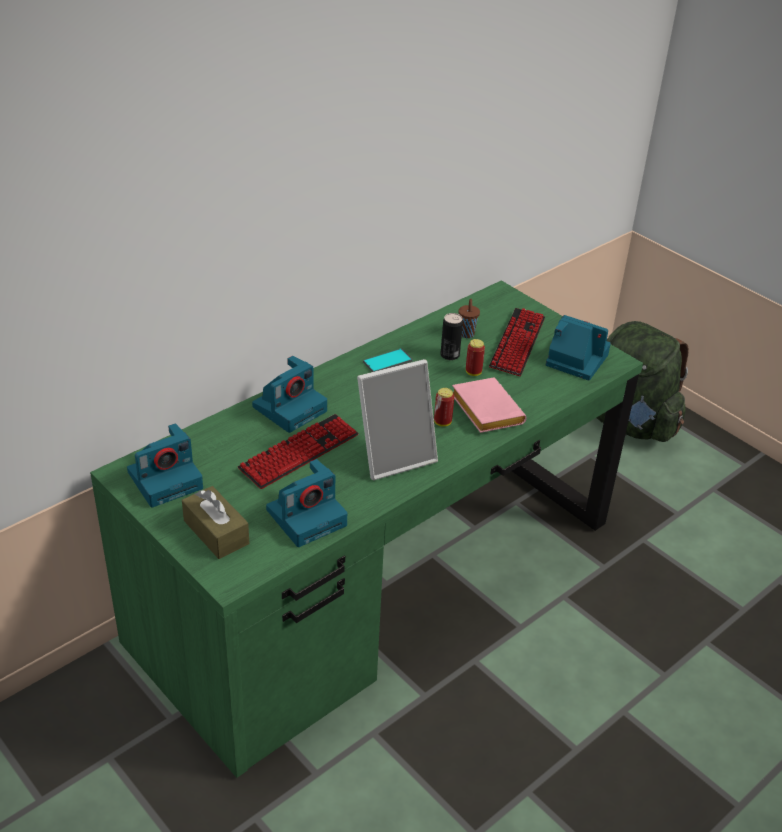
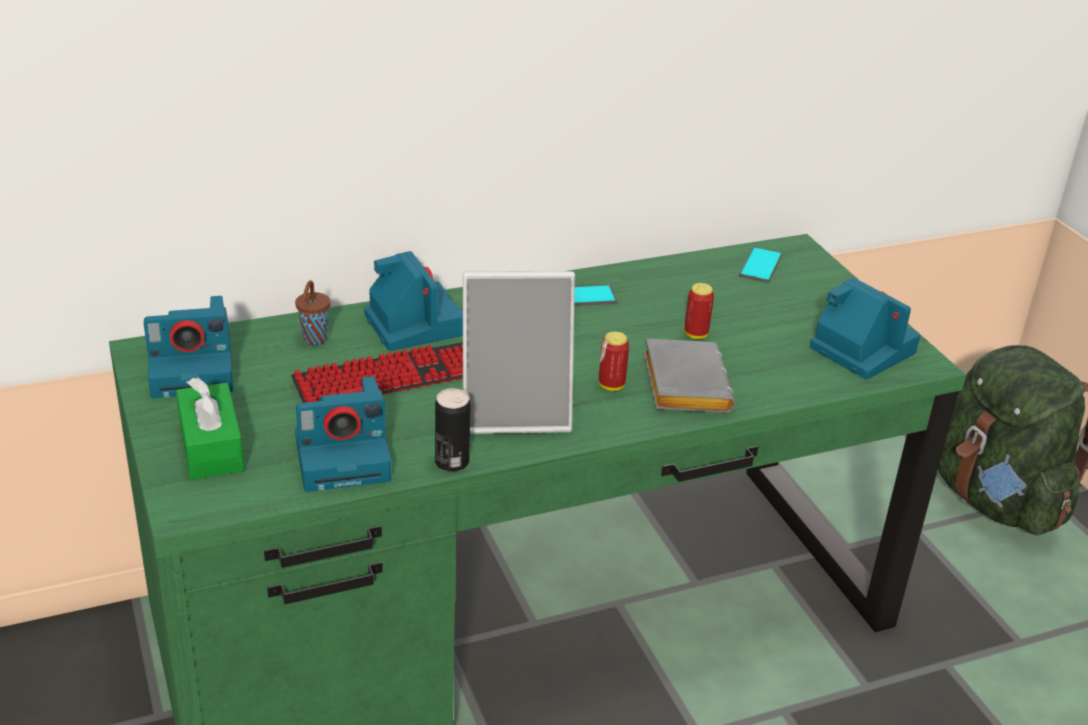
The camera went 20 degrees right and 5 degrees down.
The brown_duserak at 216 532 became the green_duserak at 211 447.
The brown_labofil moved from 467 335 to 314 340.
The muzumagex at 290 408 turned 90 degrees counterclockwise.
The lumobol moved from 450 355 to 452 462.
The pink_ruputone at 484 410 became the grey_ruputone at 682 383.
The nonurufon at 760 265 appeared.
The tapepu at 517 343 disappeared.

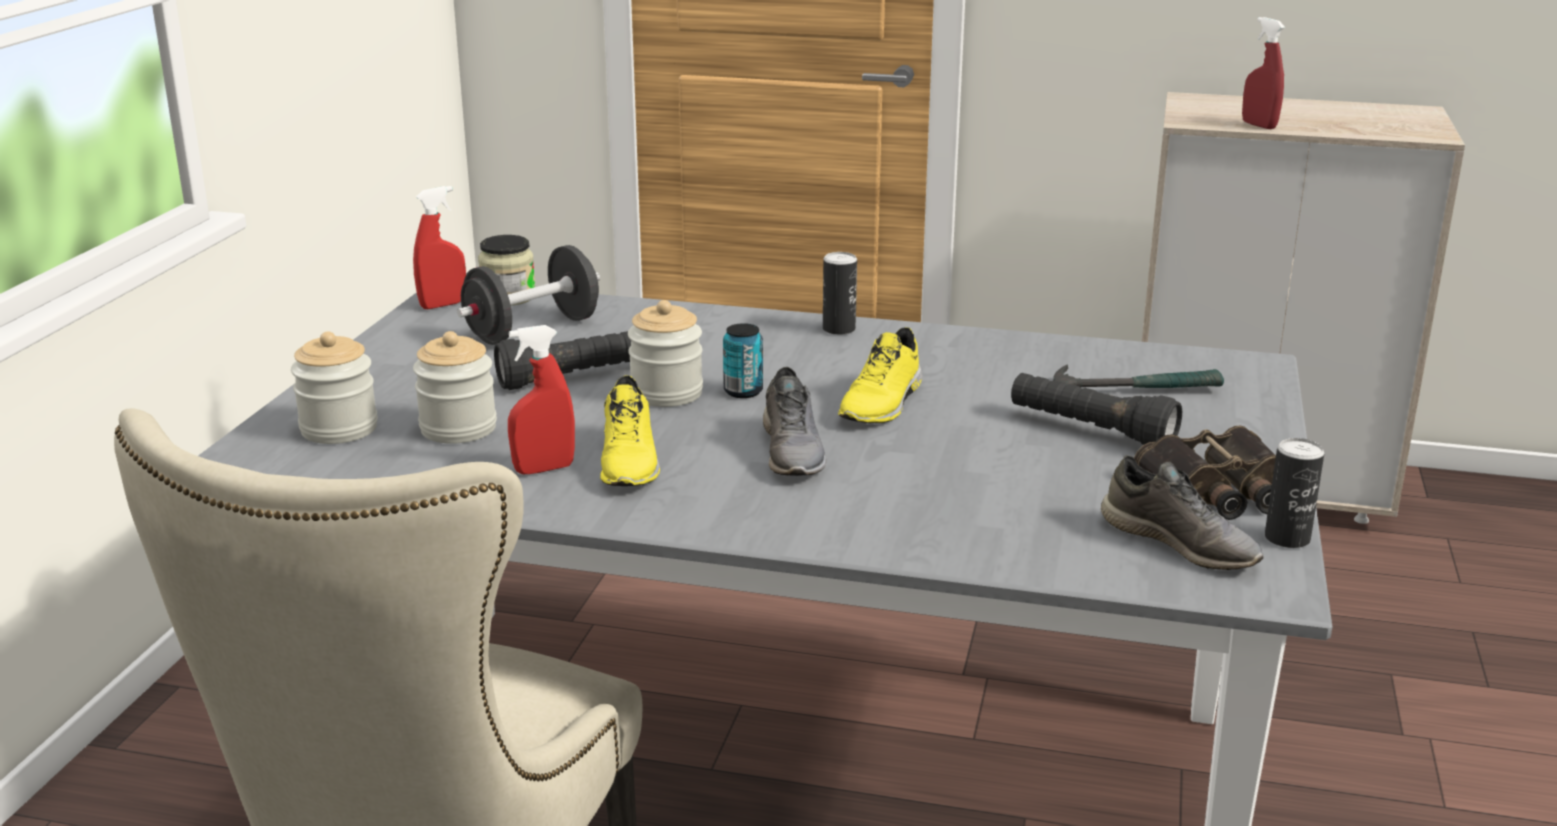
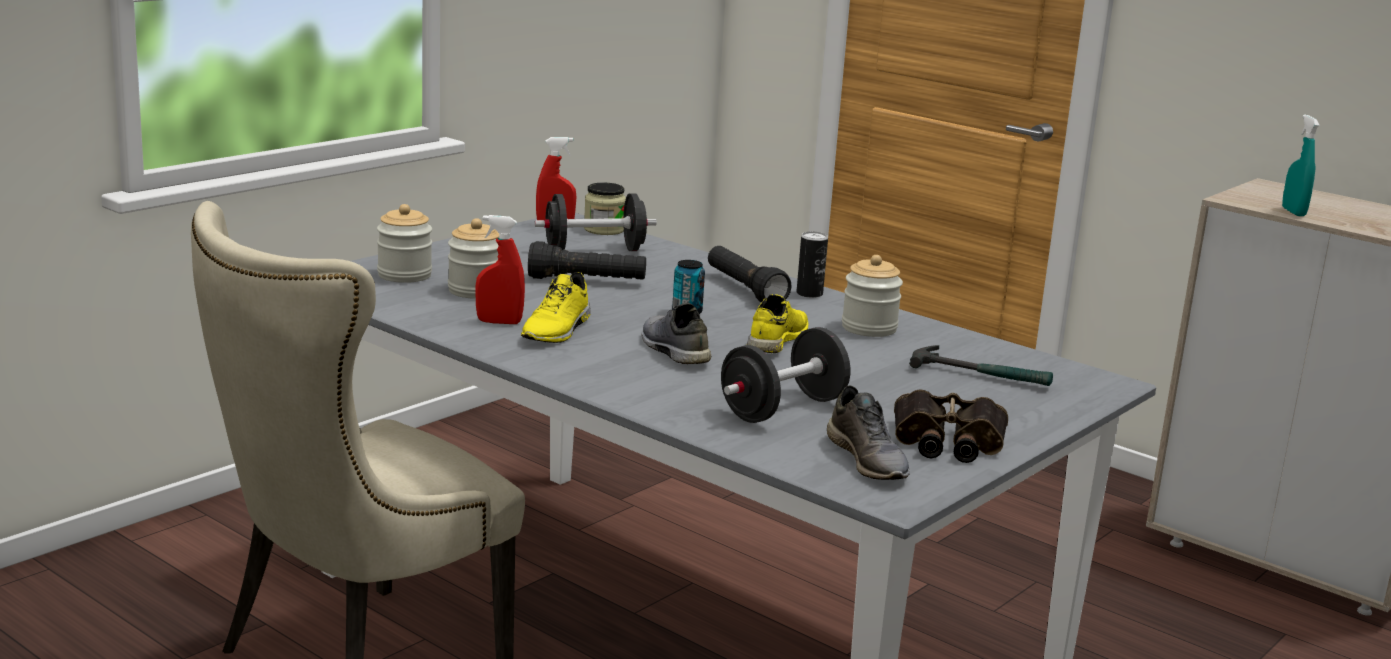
The camera went 25 degrees right and 5 degrees down.
The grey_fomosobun at 794 451 turned 135 degrees clockwise.
The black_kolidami moved from 1091 431 to 744 289.
The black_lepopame at 782 409 appeared.
The yellow_fomosobun at 883 404 turned 150 degrees clockwise.
The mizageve moved from 666 393 to 869 328.
The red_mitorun at 1259 125 became the turquoise_mitorun at 1293 212.
The lumobol at 1287 538 disappeared.

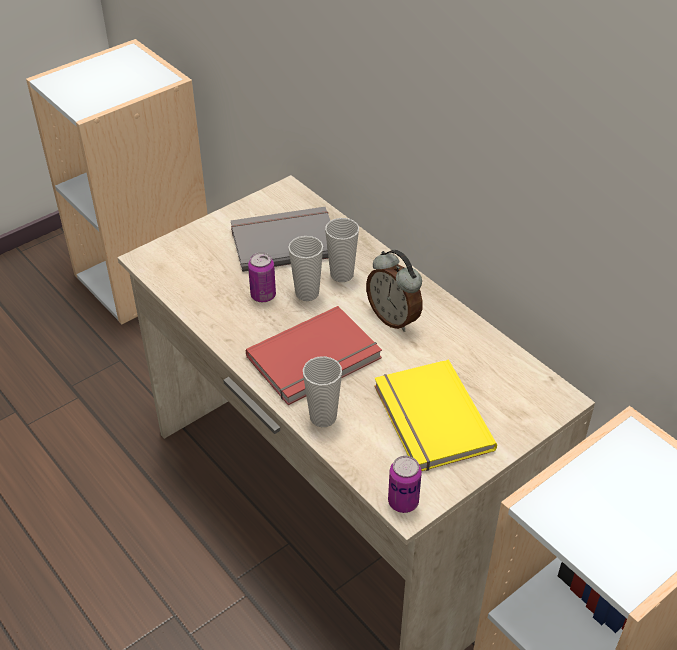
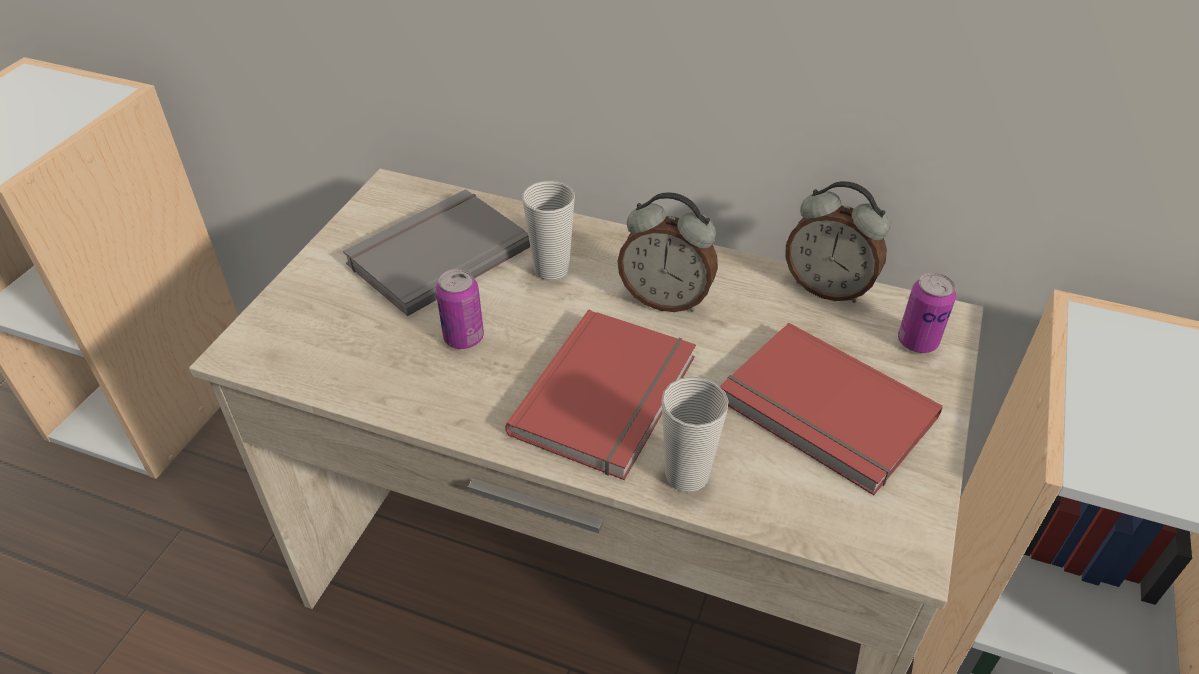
The camera went 30 degrees left and 0 degrees up.
The yellow_ruputone at 429 419 became the red_ruputone at 824 413.
The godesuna at 828 288 appeared.
The lumobol moved from 403 502 to 917 342.
The labofil at 307 293 disappeared.

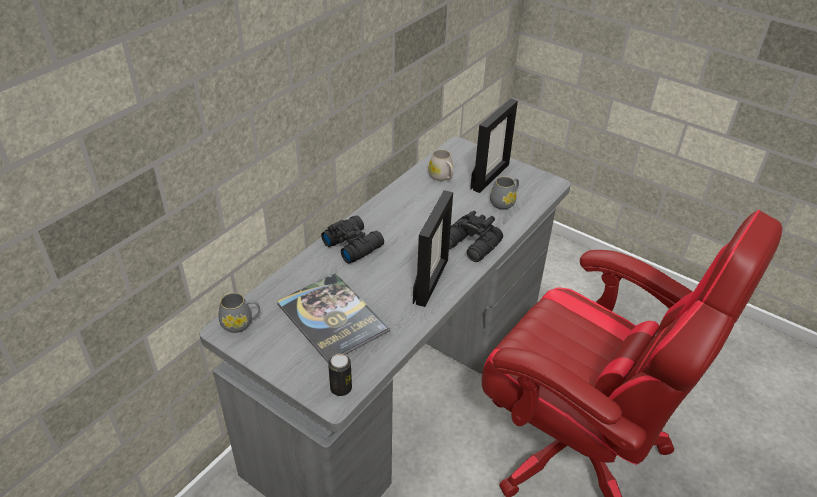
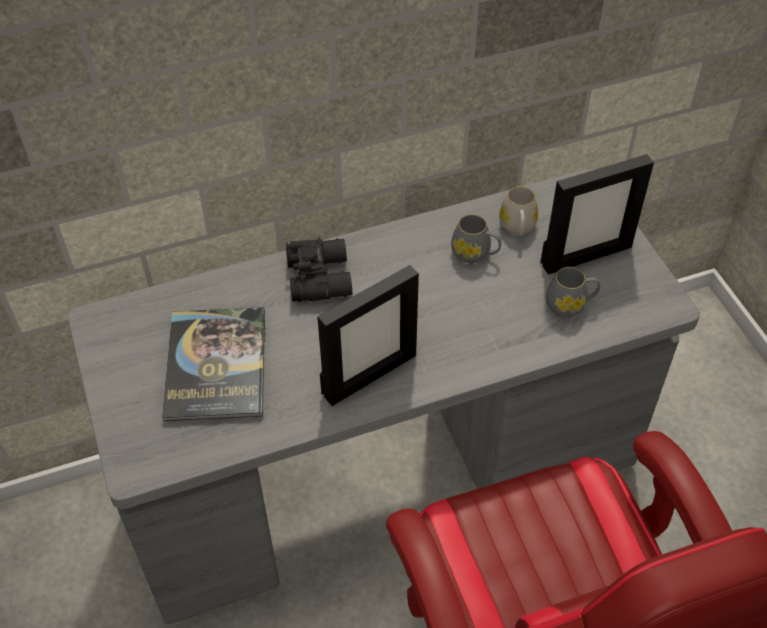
The camera went 35 degrees right and 10 degrees up.
The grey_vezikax moved from 241 323 to 475 254.
The lumobol at 341 388 disappeared.
The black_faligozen at 471 245 disappeared.

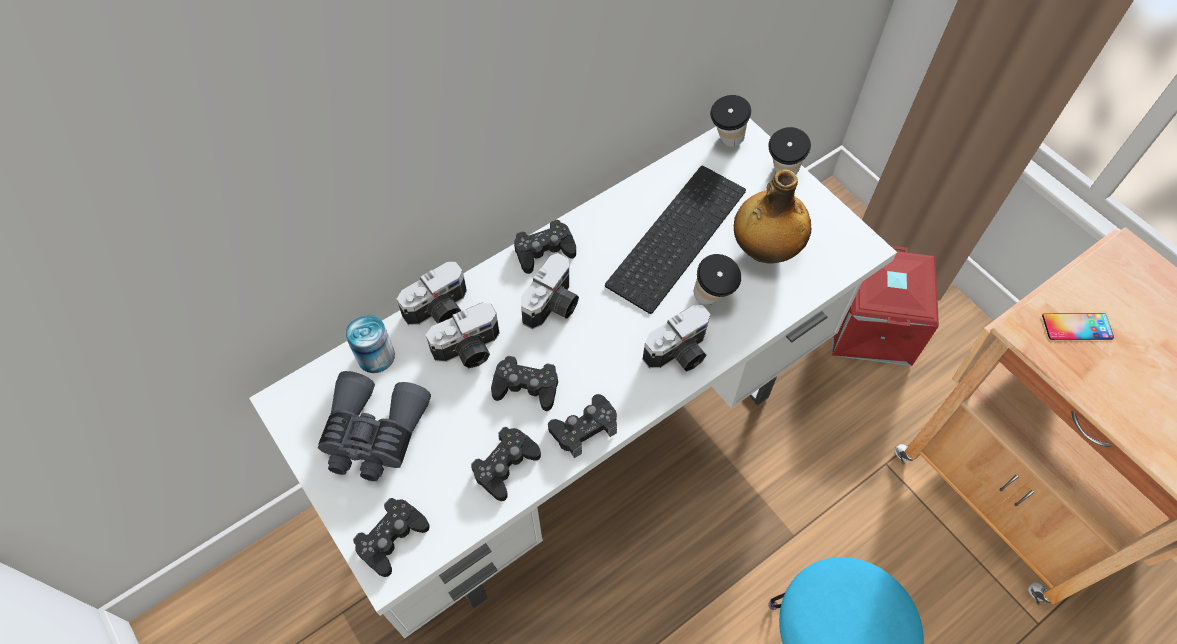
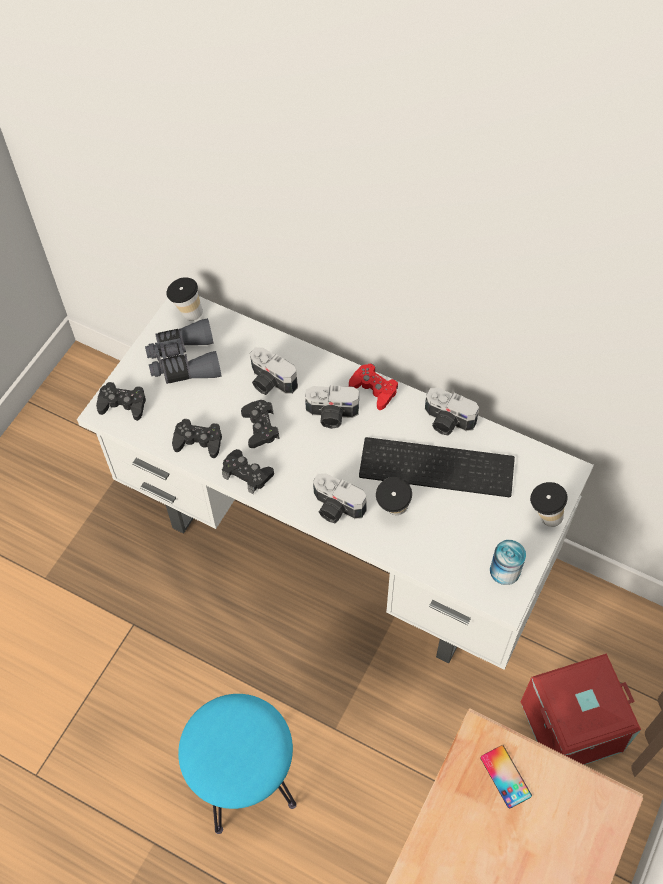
The camera went 65 degrees right and 0 degrees up.
The labofil moved from 725 142 to 187 312.
The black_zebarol at 544 251 became the red_zebarol at 374 389.
The muzumagex moved from 440 311 to 447 422.
The lumobol moved from 376 356 to 505 570.
The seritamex at 764 250 disappeared.

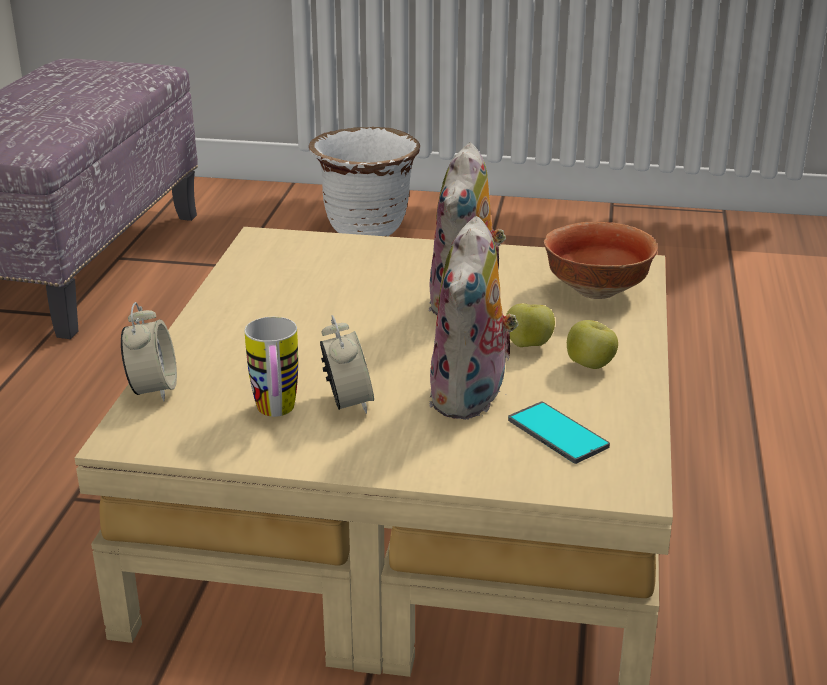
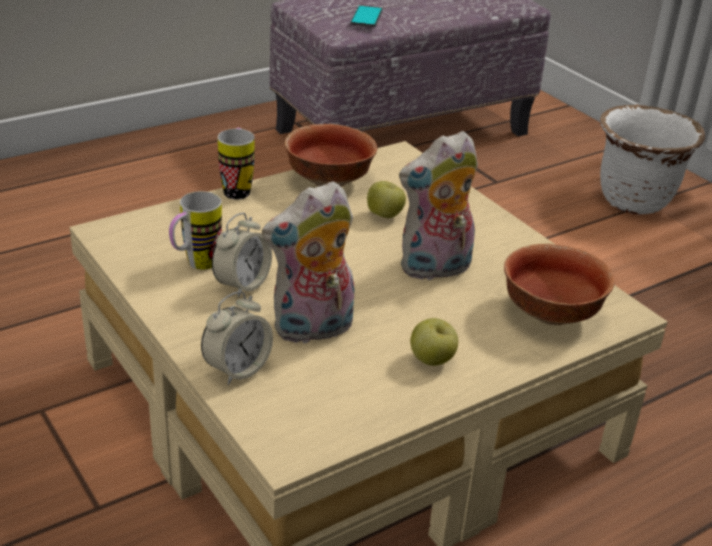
The camera went 45 degrees right and 5 degrees up.
The godesuna moved from 153 389 to 237 369.
The vezikax at 237 188 appeared.
The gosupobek at 329 180 appeared.
The nonurufon moved from 557 434 to 366 17.
The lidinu moved from 528 345 to 384 215.

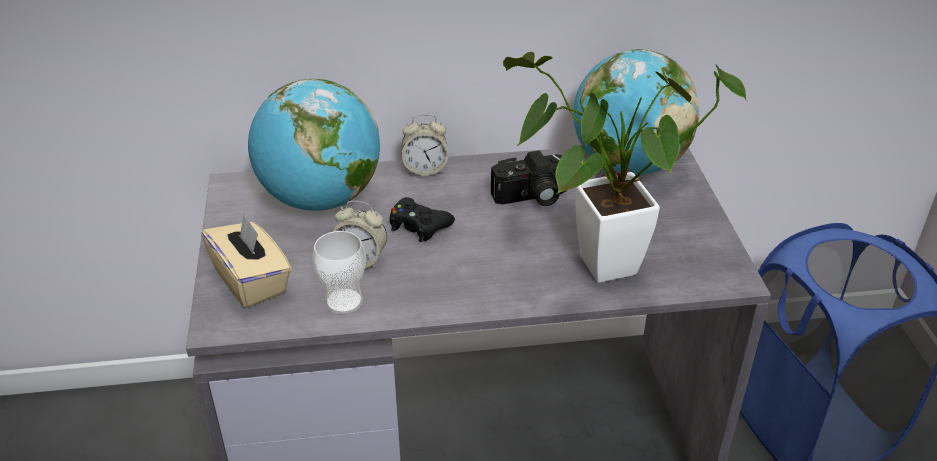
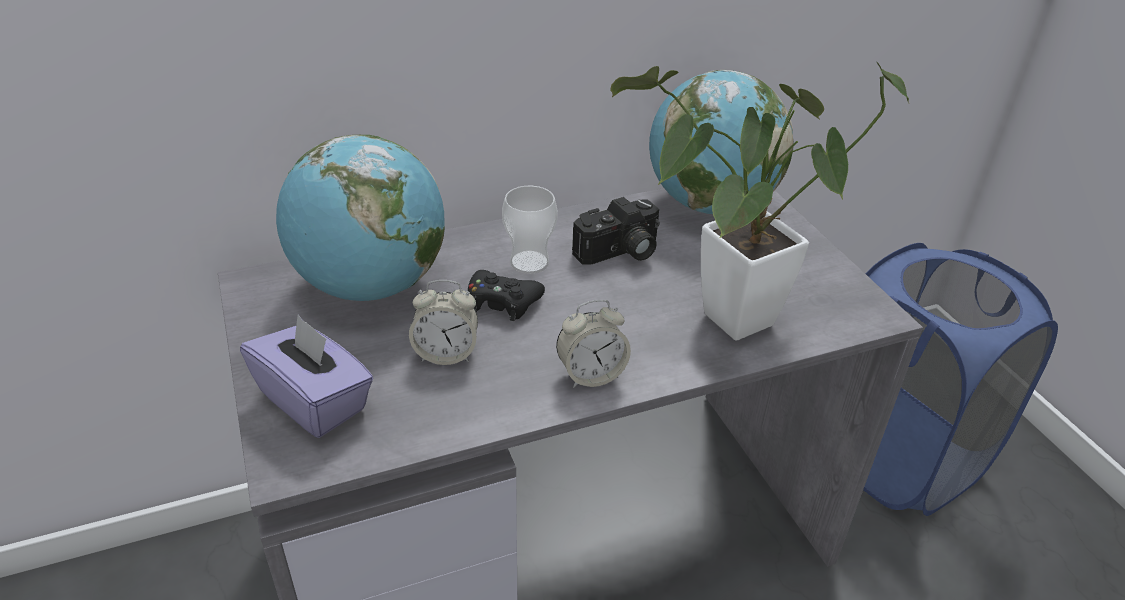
The camera went 15 degrees left and 0 degrees up.
The beige_duserak at 252 281 became the purple_duserak at 315 401.
The labofil moved from 344 301 to 529 262.
The godesuna moved from 425 169 to 591 375.

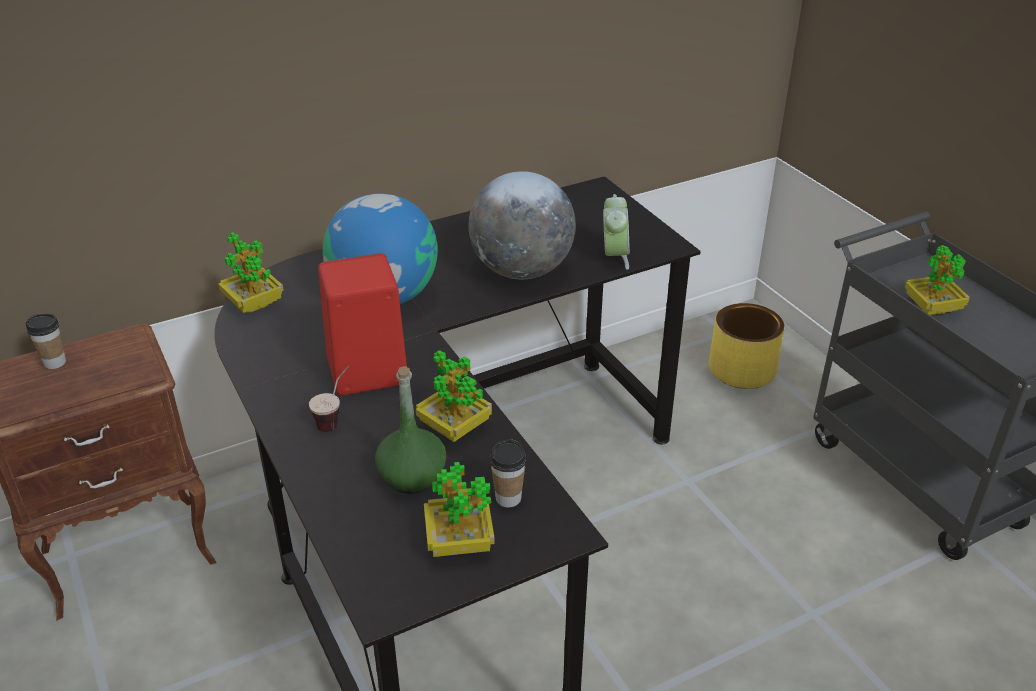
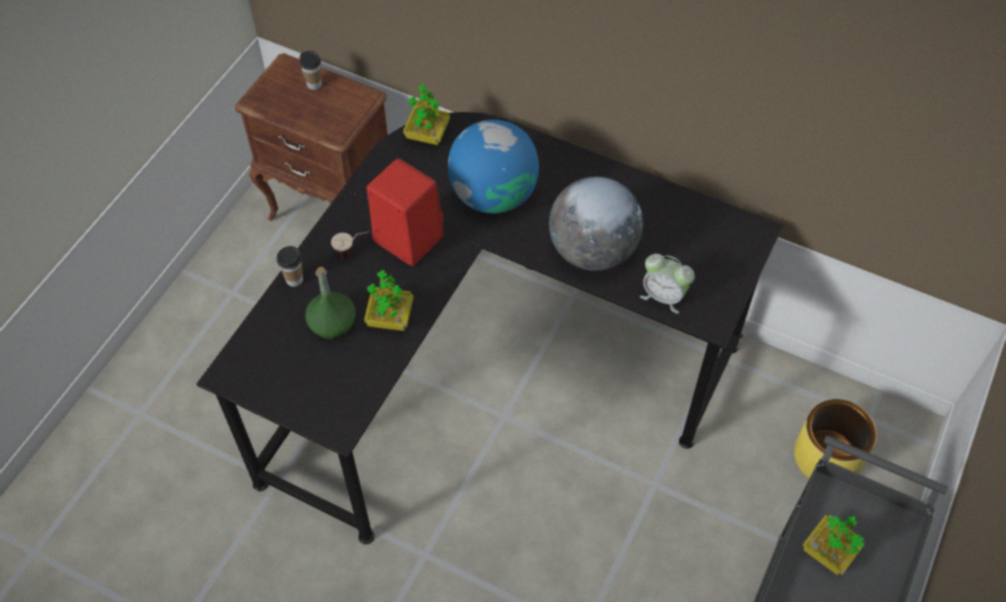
The camera went 55 degrees right and 20 degrees up.
The labofil moved from 508 498 to 294 279.
The godesuna at 614 256 turned 60 degrees clockwise.
The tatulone at 459 542 disappeared.

